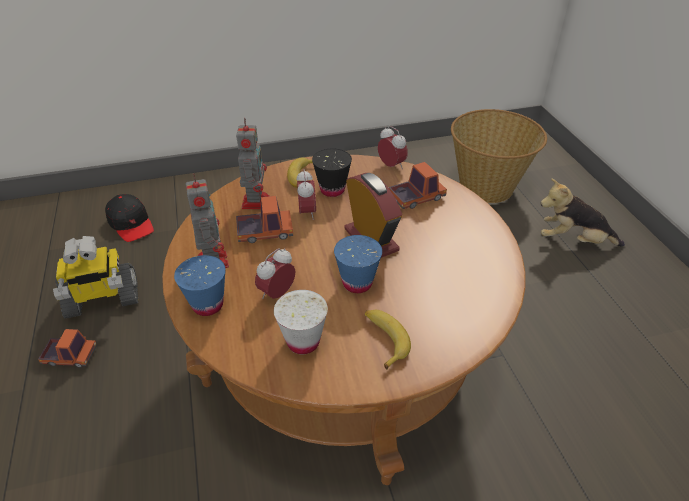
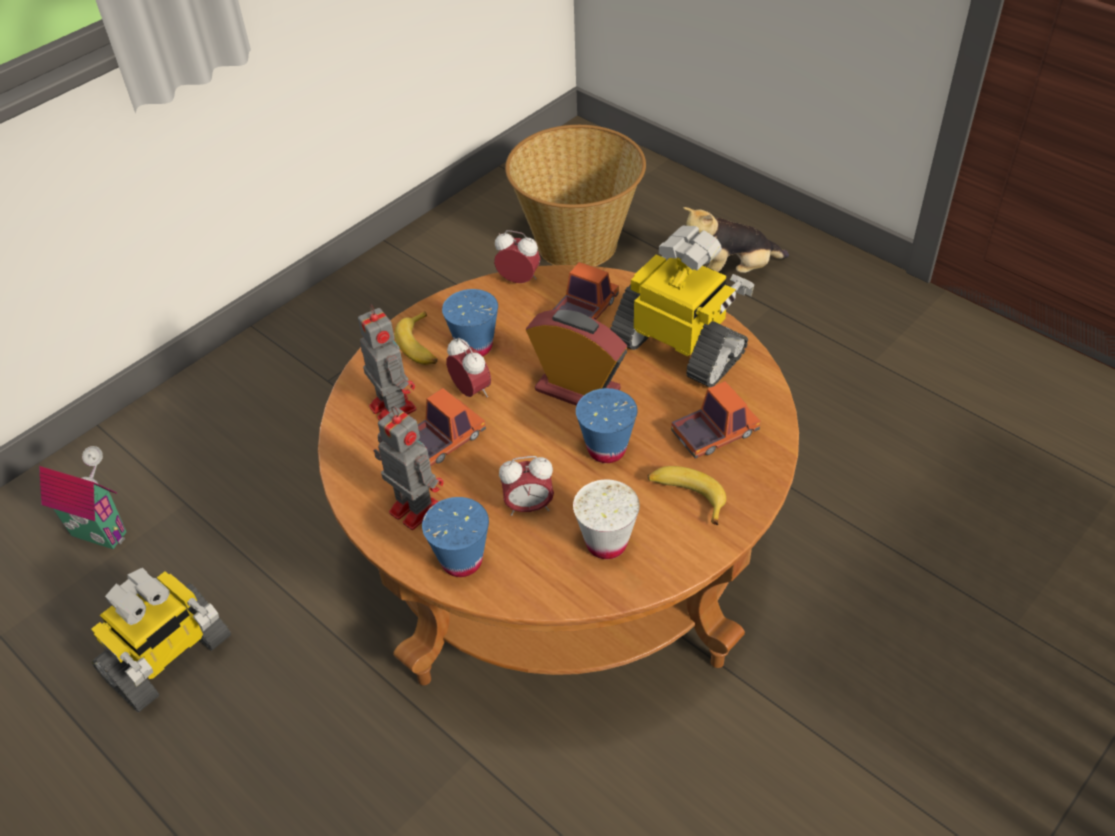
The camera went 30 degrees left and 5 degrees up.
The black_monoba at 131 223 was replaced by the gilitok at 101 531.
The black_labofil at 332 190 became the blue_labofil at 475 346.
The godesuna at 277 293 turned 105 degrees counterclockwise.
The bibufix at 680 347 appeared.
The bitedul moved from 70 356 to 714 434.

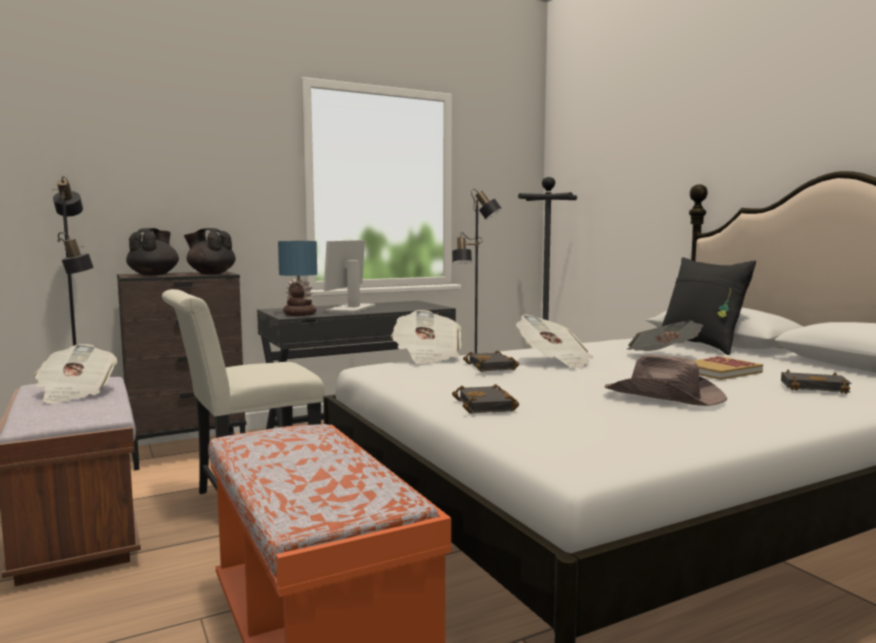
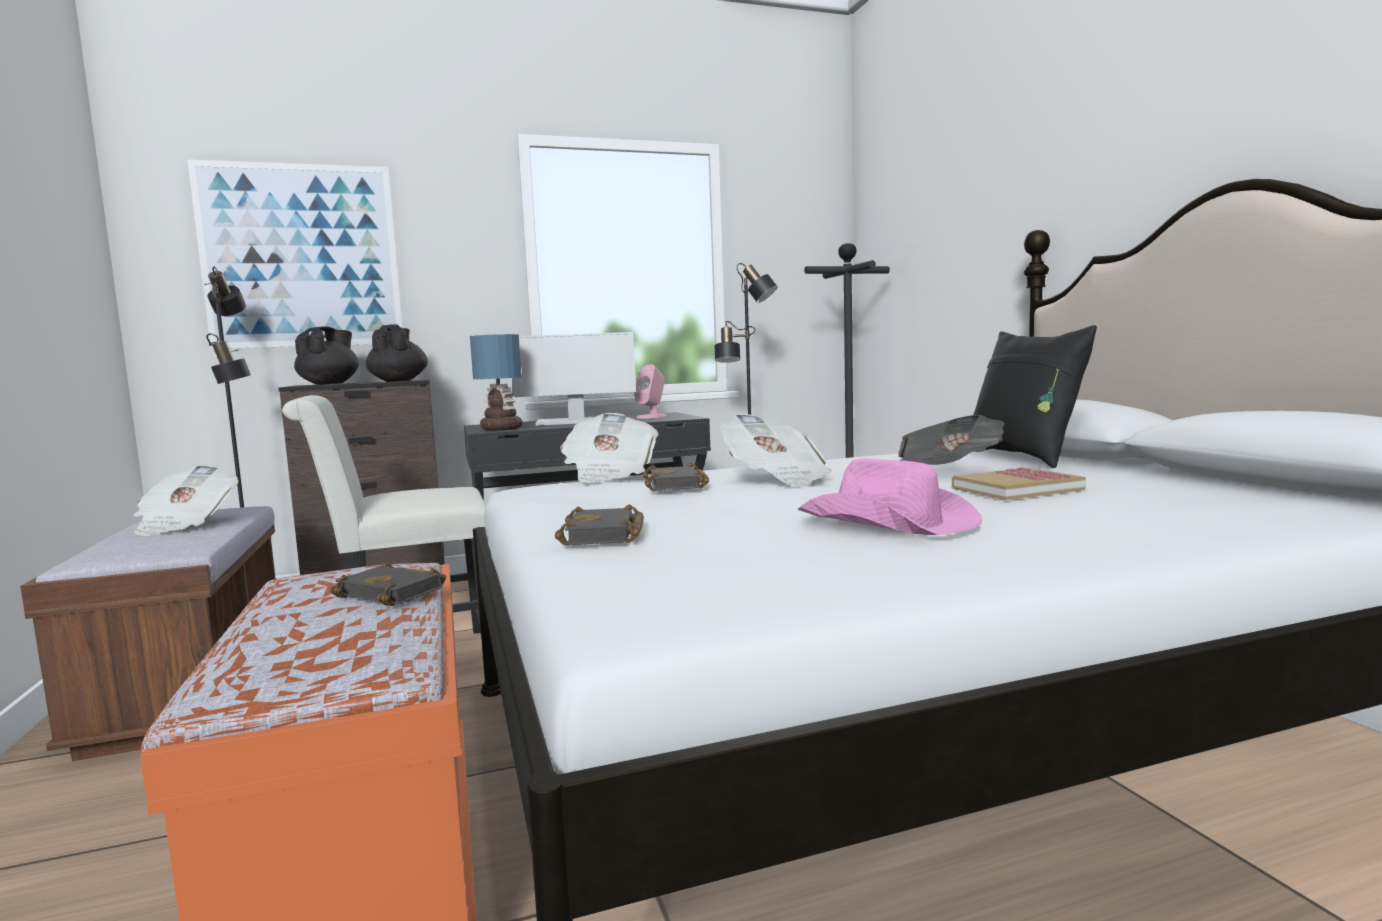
The camera went 10 degrees right and 0 degrees up.
The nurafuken at 301 256 appeared.
The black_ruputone moved from 815 387 to 395 592.
The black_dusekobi at 211 273 turned 45 degrees clockwise.
The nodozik at 351 309 turned 120 degrees counterclockwise.
The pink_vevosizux at 652 416 appeared.
The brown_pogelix at 664 396 became the pink_pogelix at 888 522.

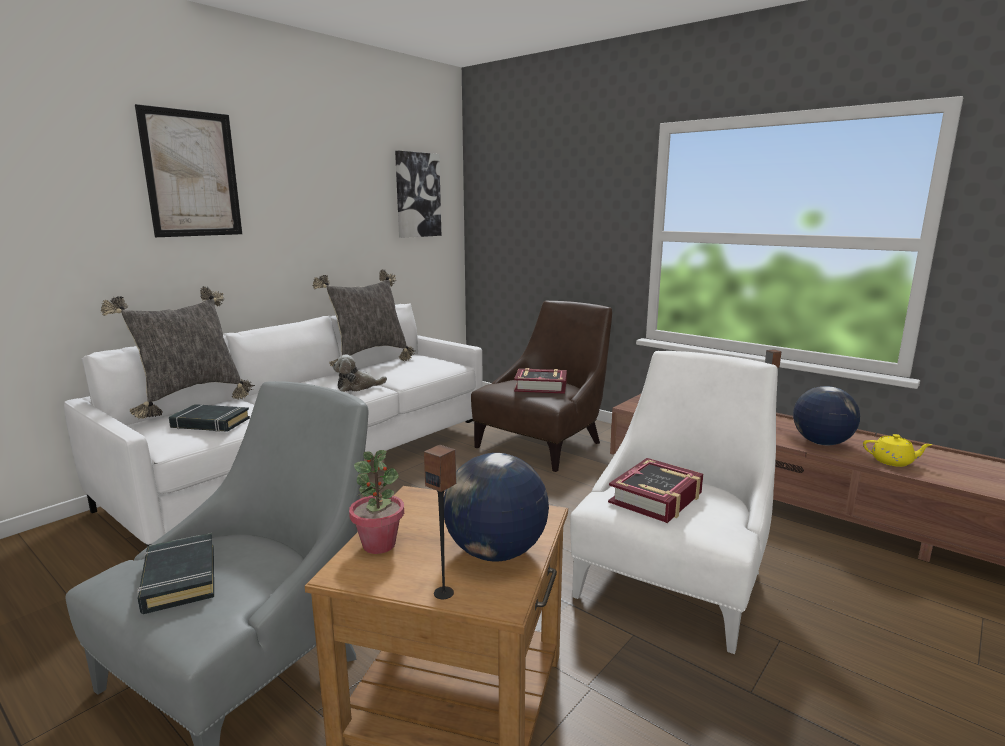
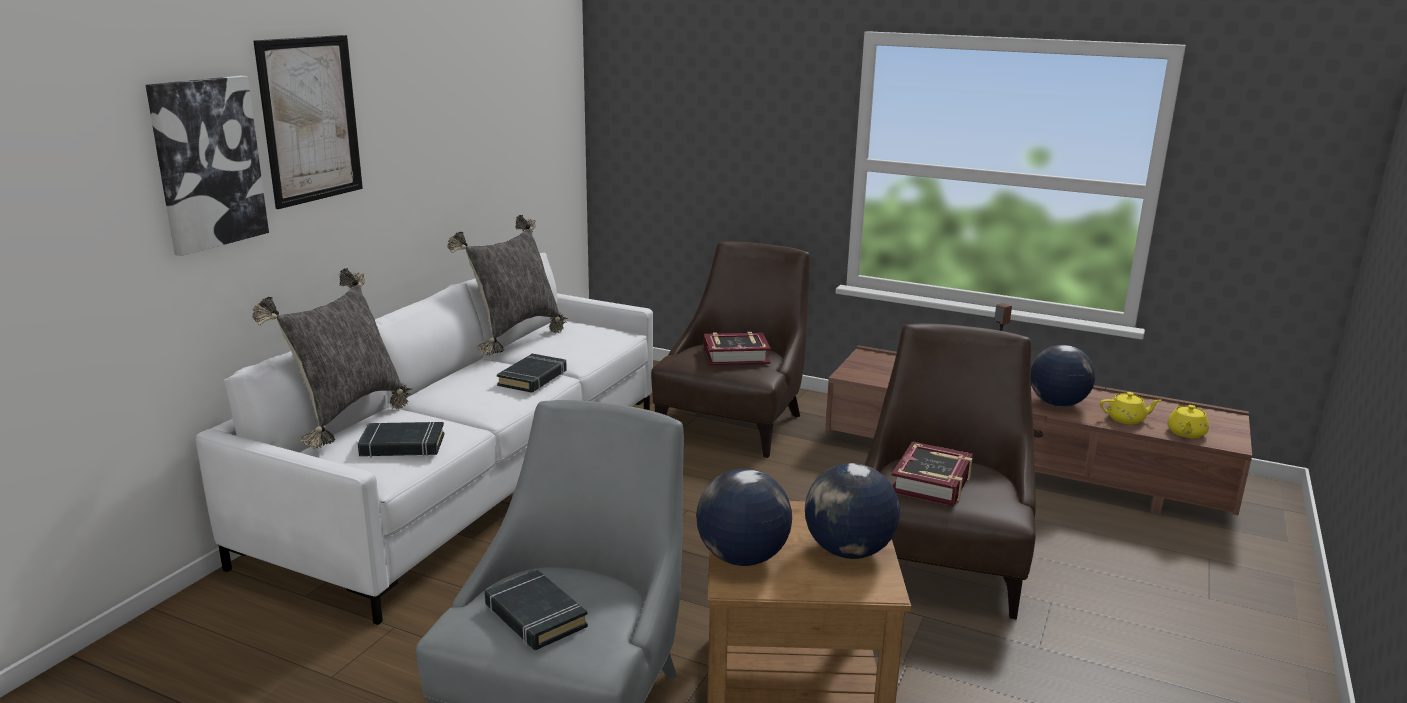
The camera went 15 degrees left and 5 degrees up.
The nurafuken moved from 417 195 to 207 163.
The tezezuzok at 357 387 was replaced by the black_ruputone at 533 378.
The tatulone at 379 545 was replaced by the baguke at 742 557.
The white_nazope at 675 575 became the brown_nazope at 939 556.
The yellow_dusekobi at 1186 433 appeared.
The vevosizux at 444 593 disappeared.

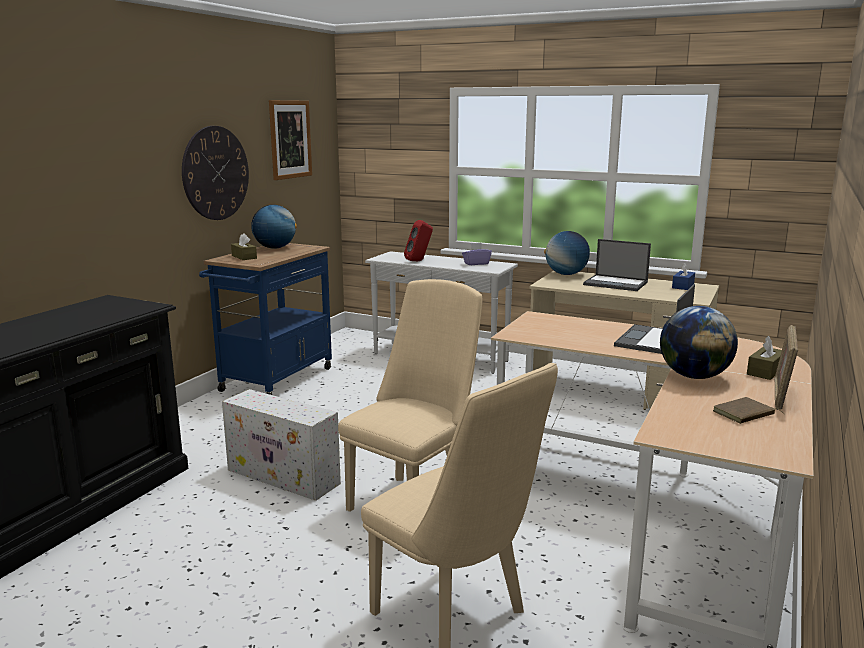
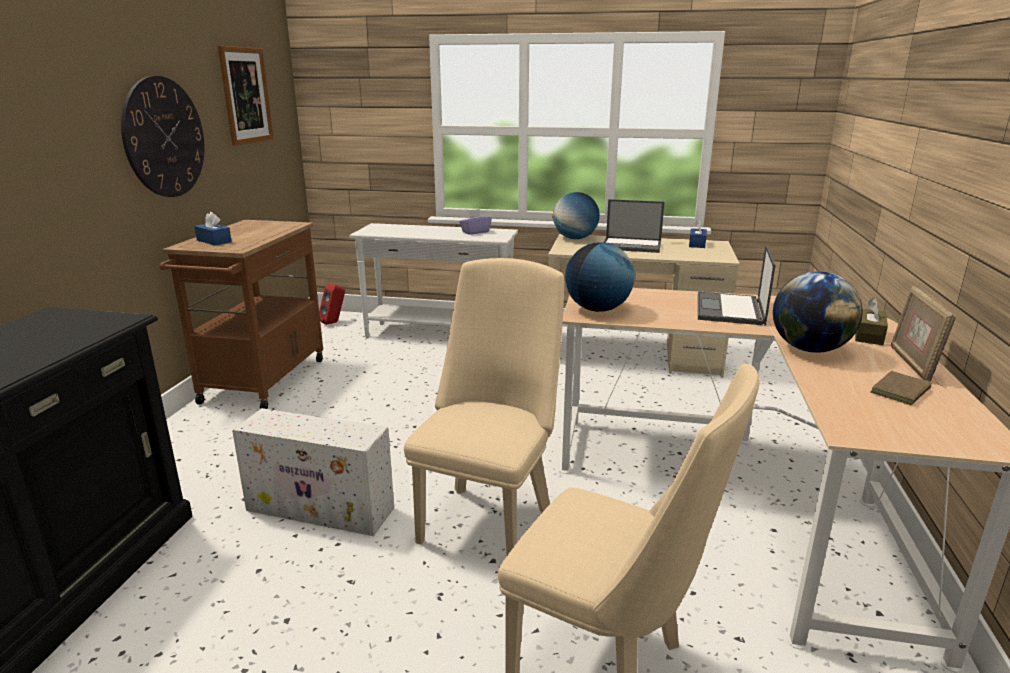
The camera went 15 degrees left and 5 degrees up.
The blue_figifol at 274 381 became the brown_figifol at 262 383.
The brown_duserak at 244 257 became the blue_duserak at 214 241.
The red_vevosizux moved from 419 261 to 334 322.
The baguke moved from 275 248 to 597 309.

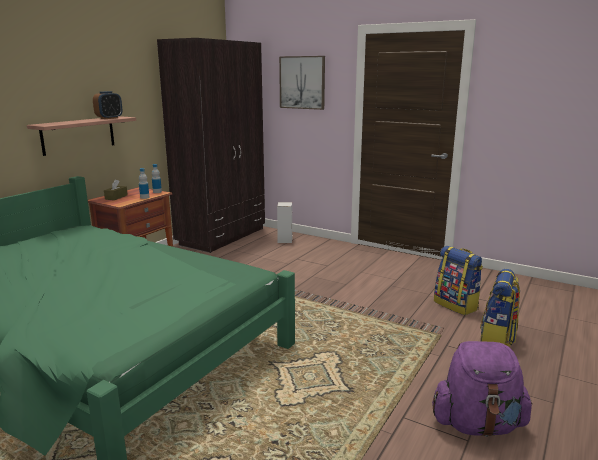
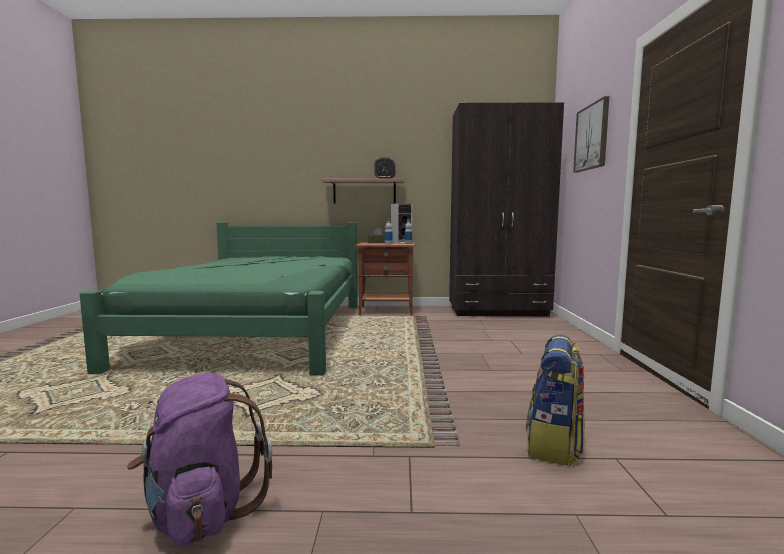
The camera went 60 degrees right and 10 degrees down.
The vevosizux moved from 284 240 to 401 242.
The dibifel at 497 337 disappeared.

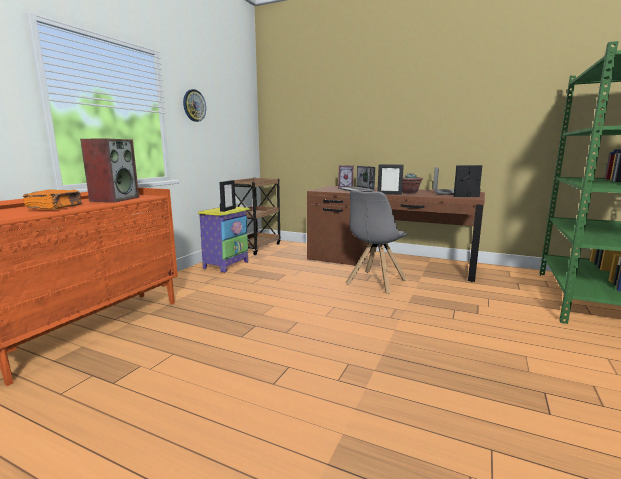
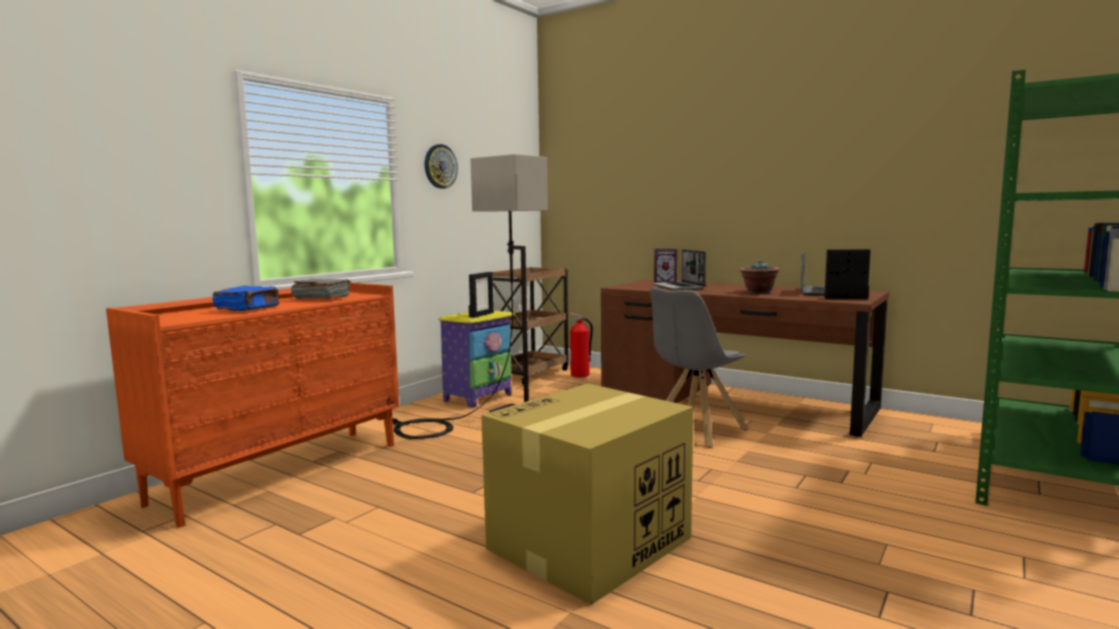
The camera went 10 degrees right and 5 degrees down.
The orange_ruputone at 56 208 became the blue_ruputone at 248 309.
The vevosizux at 115 199 was replaced by the grey_ruputone at 321 298.
The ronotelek at 466 424 appeared.
The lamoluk at 588 544 appeared.
The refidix at 580 375 appeared.
The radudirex at 389 194 disappeared.

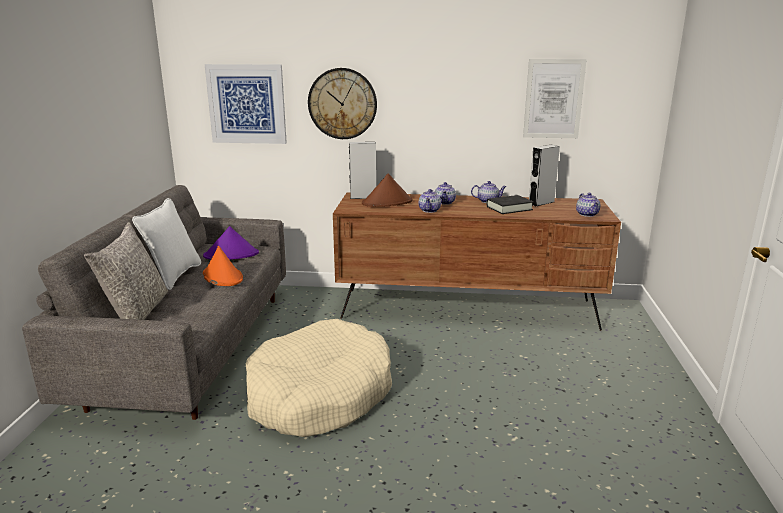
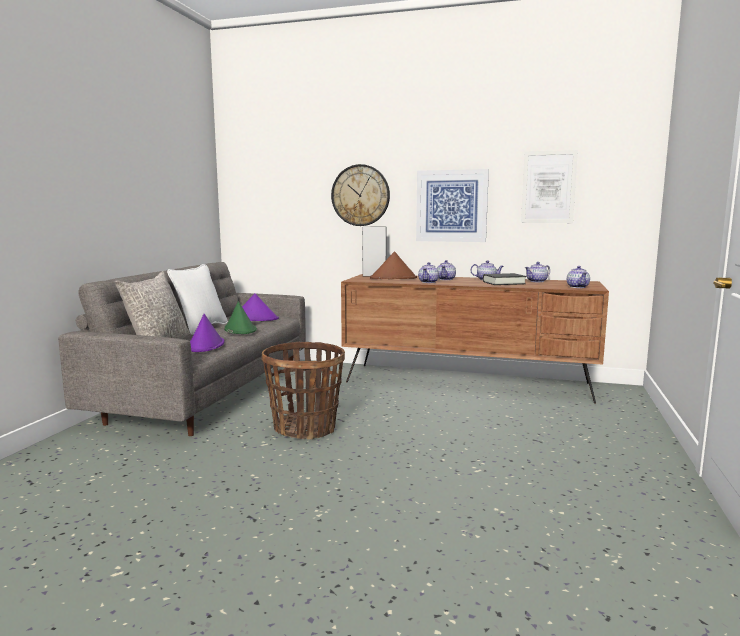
The camera went 10 degrees right and 10 degrees down.
The purple_pogelix at 206 346 appeared.
The orange_pogelix at 222 277 became the green_pogelix at 240 329.
The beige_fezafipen at 319 395 was replaced by the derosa at 305 428.
The nurafuken moved from 246 104 to 451 206.
The grey_vevosizux at 541 203 was replaced by the dusekobi at 537 281.

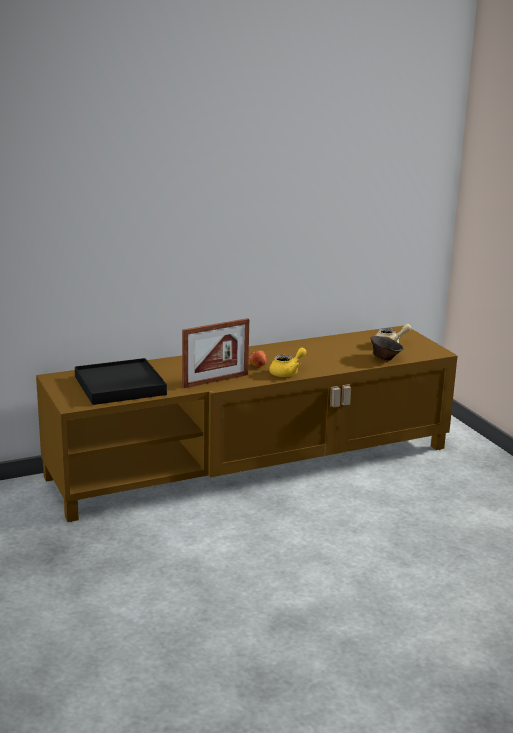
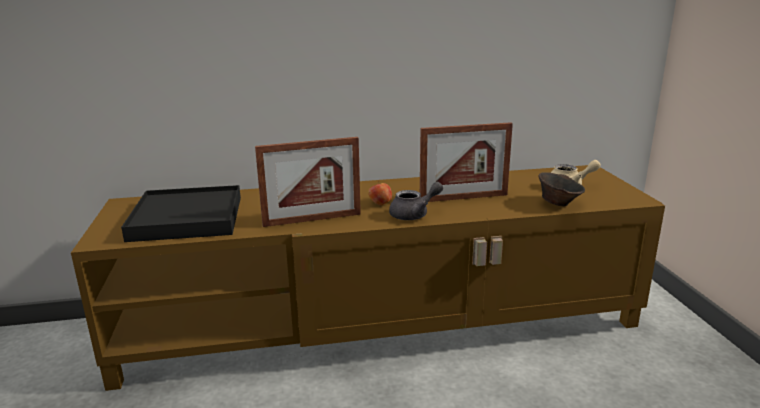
The camera went 15 degrees right and 0 degrees up.
The yellow_dusekobi at 287 373 became the grey_dusekobi at 414 215.
The radudirex at 463 198 appeared.

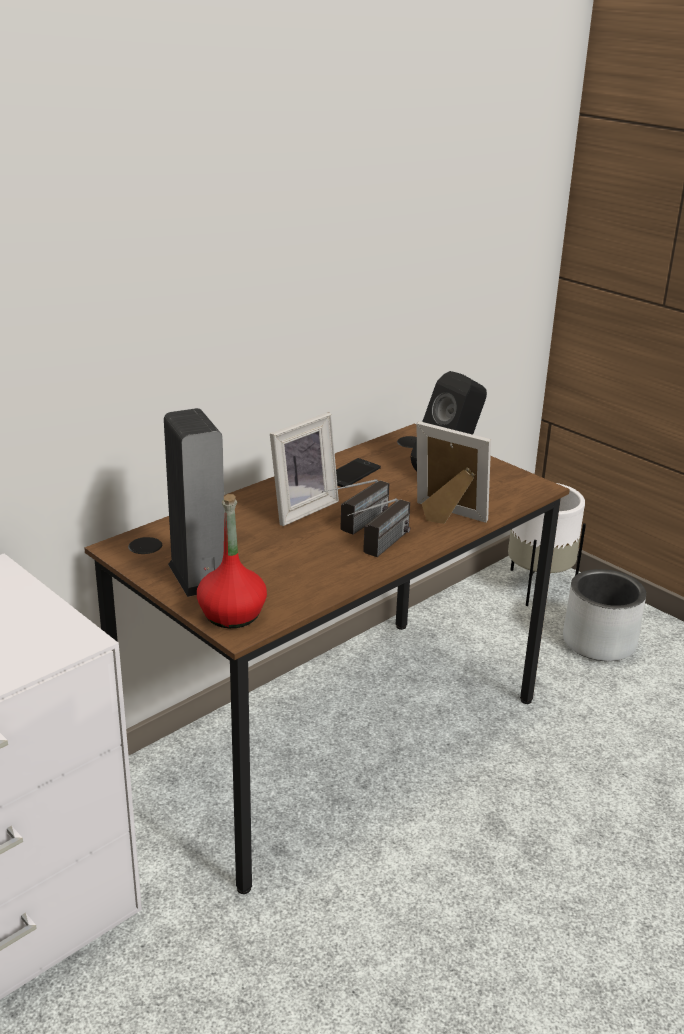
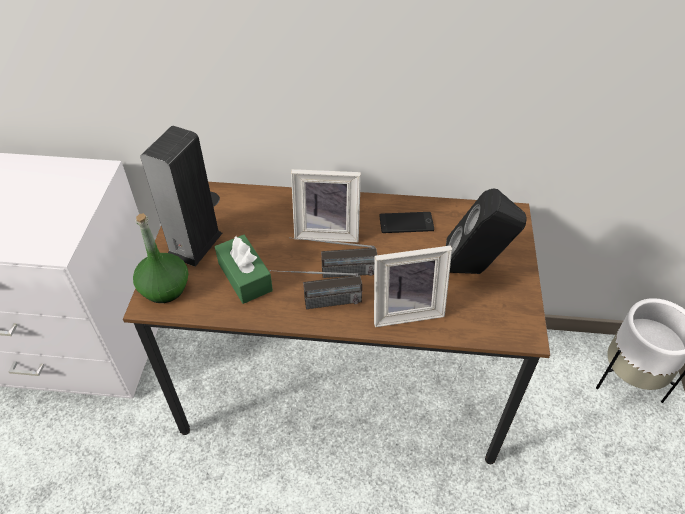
The camera went 50 degrees right and 20 degrees up.
The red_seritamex at 232 614 became the green_seritamex at 164 288.
The green_duserak at 245 277 appeared.
The radudirex at 446 517 turned 90 degrees clockwise.
The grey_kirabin at 599 643 disappeared.

